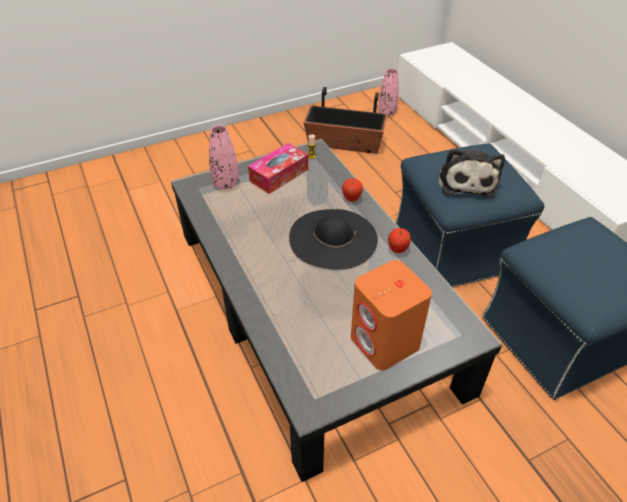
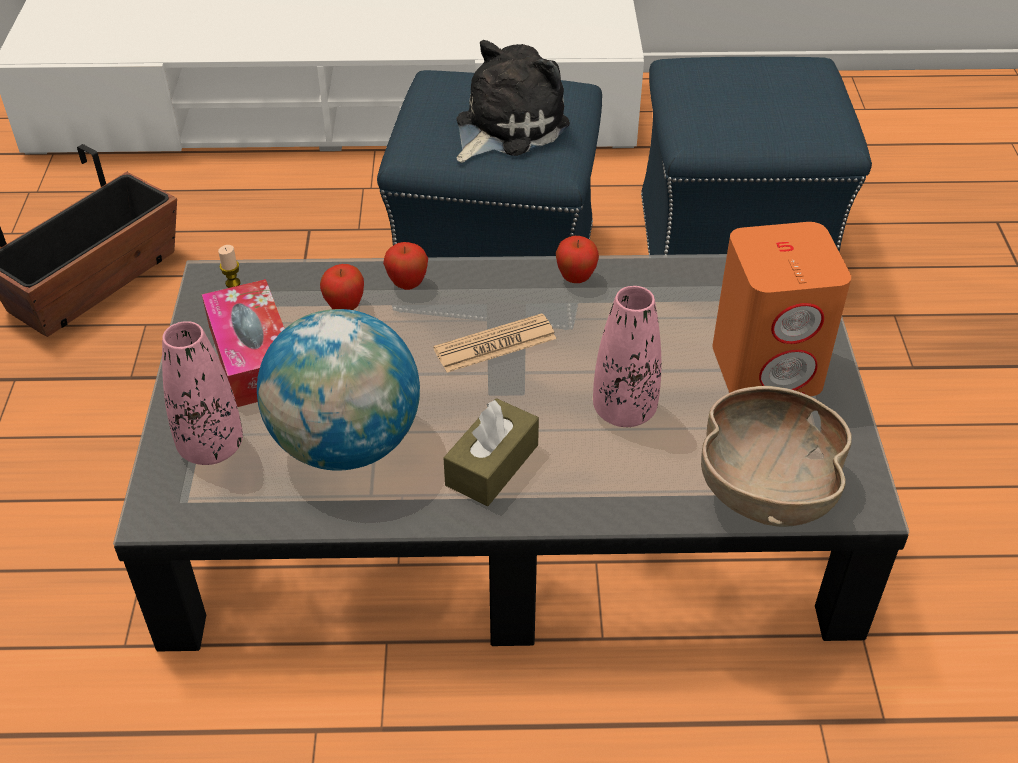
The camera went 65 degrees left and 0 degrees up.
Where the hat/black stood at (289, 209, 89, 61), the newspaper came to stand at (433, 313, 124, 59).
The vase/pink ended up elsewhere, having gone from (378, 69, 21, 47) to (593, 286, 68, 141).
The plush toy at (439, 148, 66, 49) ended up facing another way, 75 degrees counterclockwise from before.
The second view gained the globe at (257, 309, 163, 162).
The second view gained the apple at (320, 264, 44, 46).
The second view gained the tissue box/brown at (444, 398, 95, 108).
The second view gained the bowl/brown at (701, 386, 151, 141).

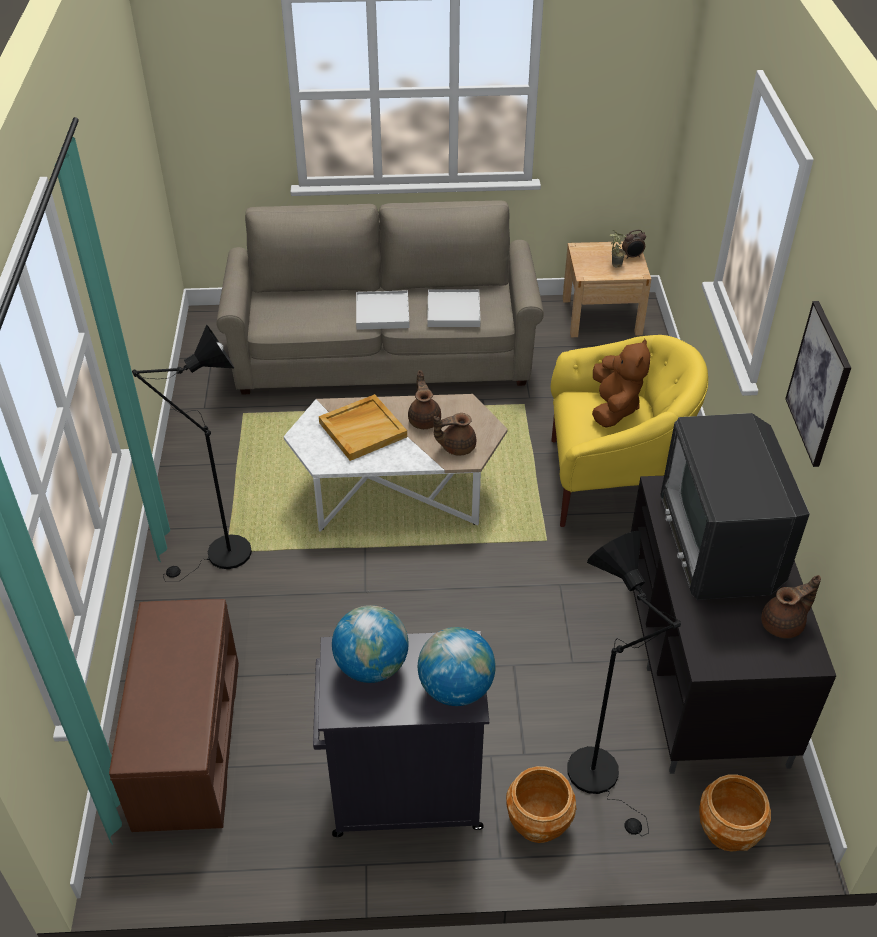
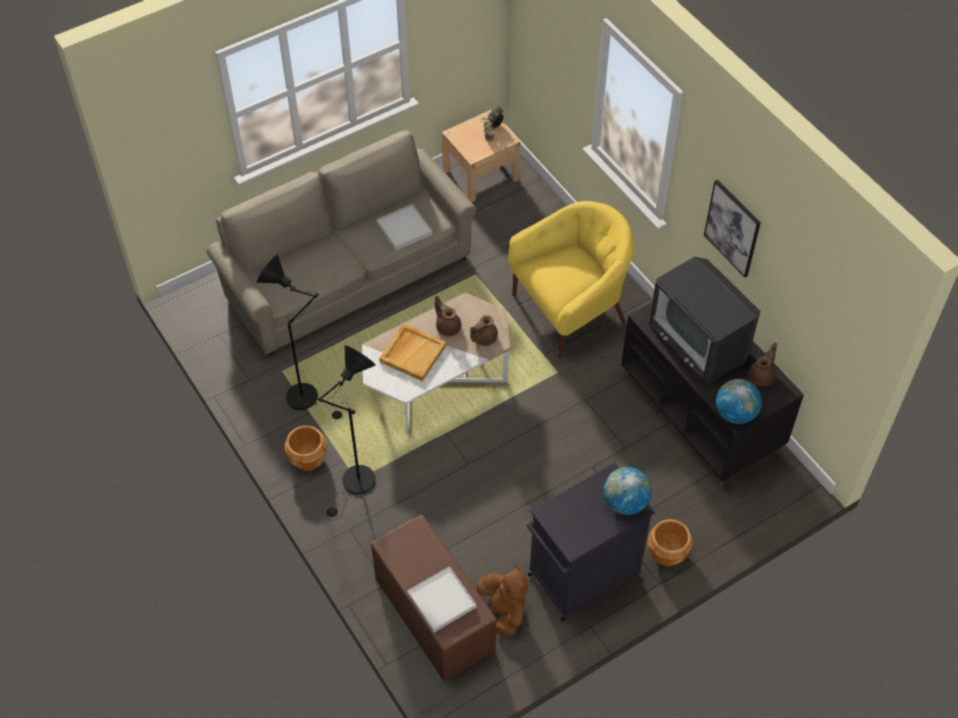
The camera went 30 degrees left and 10 degrees up.
The globe ended up elsewhere, having gone from (332, 605, 77, 78) to (716, 379, 46, 45).
The tray/white ended up elsewhere, having gone from (356, 290, 54, 40) to (407, 566, 69, 66).
The floor lamp/black ended up elsewhere, having gone from (567, 531, 114, 305) to (257, 255, 85, 164).
The plush toy/brown ended up elsewhere, having gone from (592, 339, 58, 89) to (477, 565, 51, 71).
The planter/brown ended up elsewhere, having gone from (699, 775, 72, 77) to (285, 425, 42, 46).

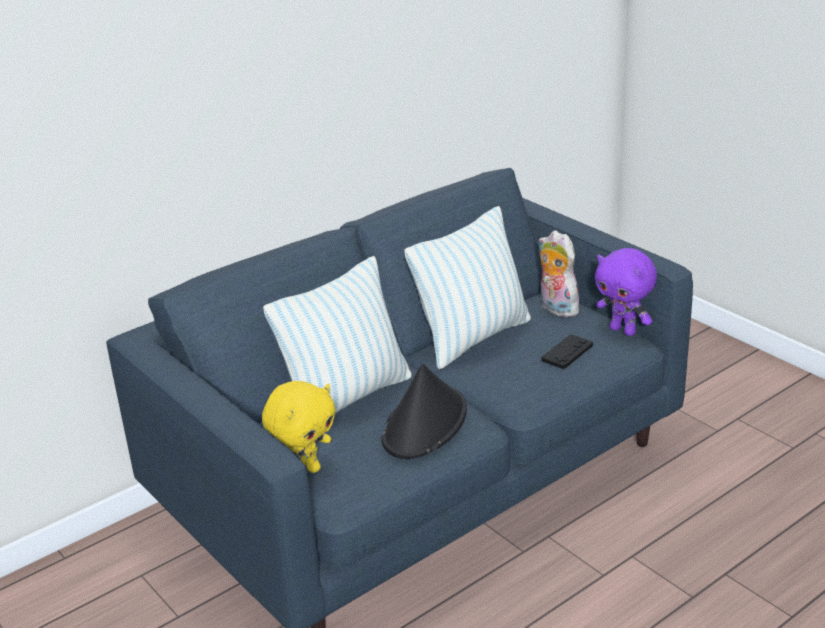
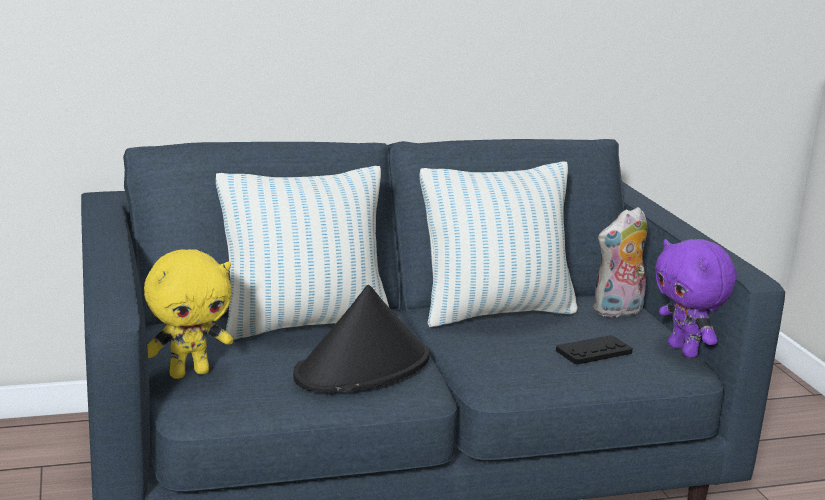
The camera went 20 degrees right and 10 degrees down.
The plush toy at (538, 230, 45, 87) ended up facing another way, 105 degrees counterclockwise from before.

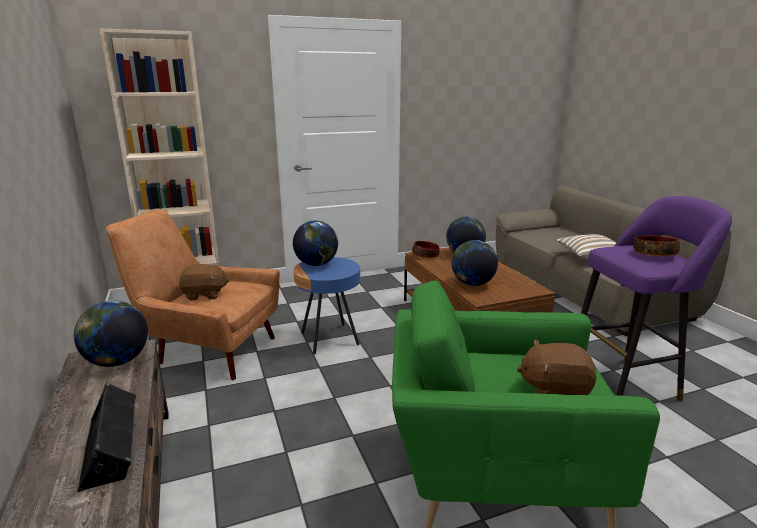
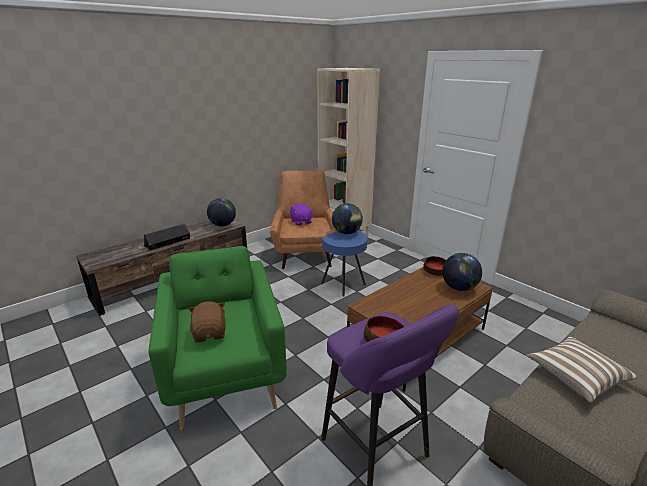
The camera went 70 degrees right and 5 degrees up.
What was the plush toy/brown at (179, 263, 51, 37) turned into the plush toy/purple at (290, 203, 23, 23).
The second view lost the globe at (452, 240, 46, 46).

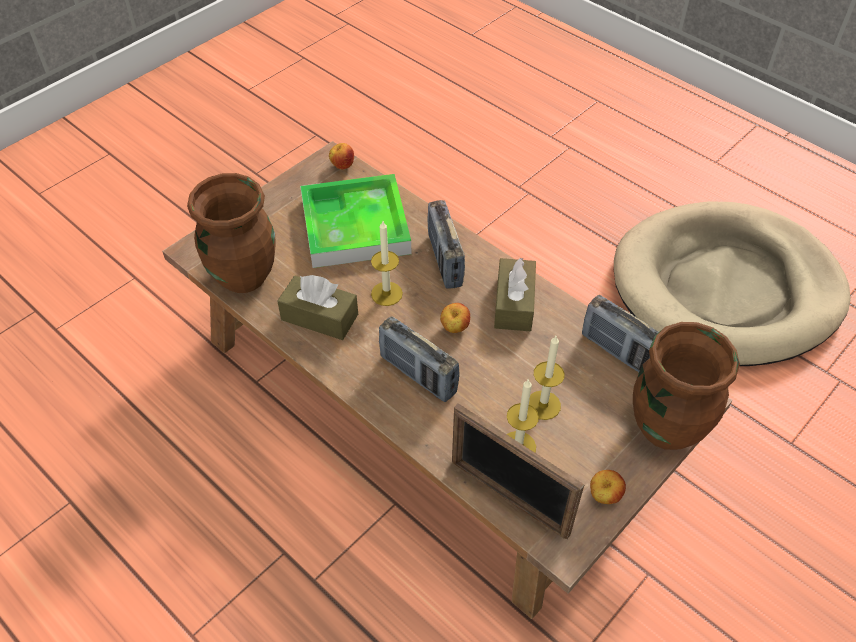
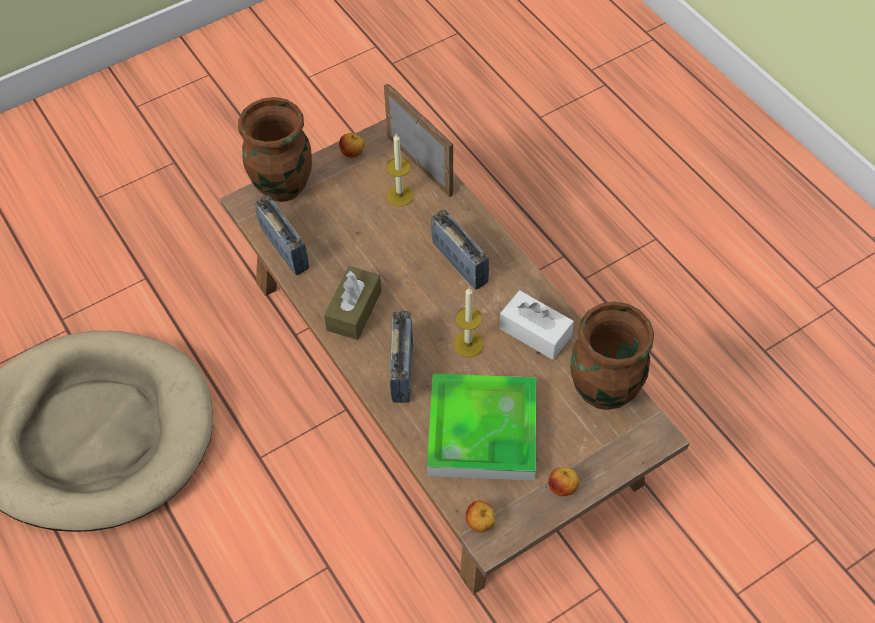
The camera went 165 degrees left and 5 degrees up.
What was the tissue box/brown at (277, 275, 81, 65) turned into the tissue box/white at (499, 290, 75, 70).
The apple ended up elsewhere, having gone from (440, 303, 30, 30) to (548, 467, 31, 29).
The second view lost the candle at (529, 336, 36, 84).

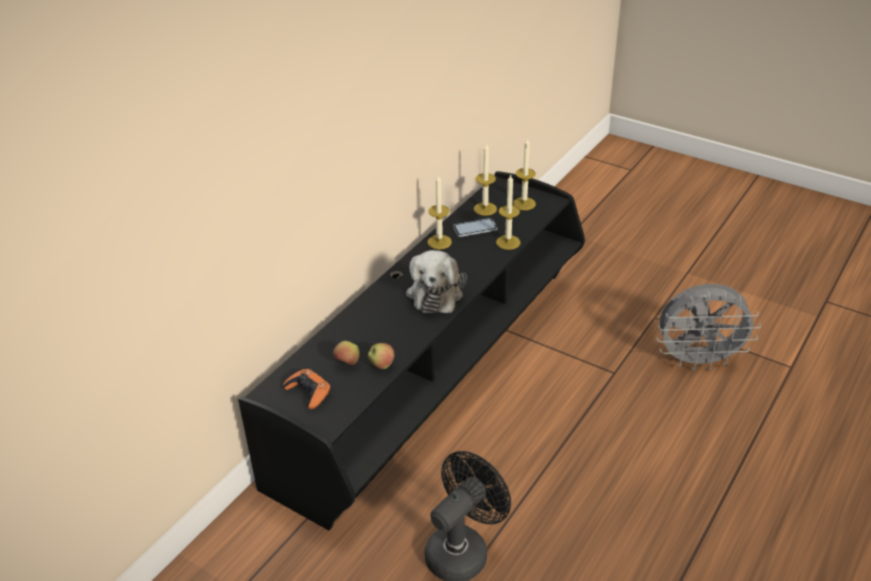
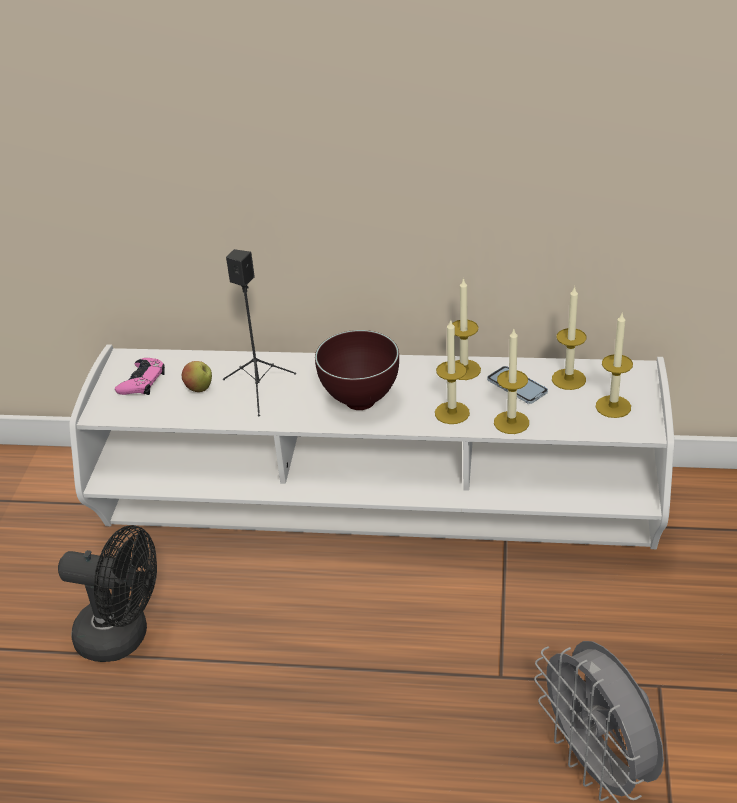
The camera went 65 degrees right and 0 degrees up.
What was the tv stand/black at (238, 171, 347, 359) turned into the tv stand/white at (69, 344, 605, 205).
What was the game controller/orange at (283, 369, 48, 40) turned into the game controller/pink at (115, 358, 50, 37).
The second view lost the apple at (368, 343, 27, 26).
Where the plush toy stood at (406, 250, 61, 63), the bowl/brown came to stand at (315, 330, 84, 80).
The second view gained the speaker/black at (223, 249, 73, 167).
The second view gained the candle at (435, 319, 35, 105).

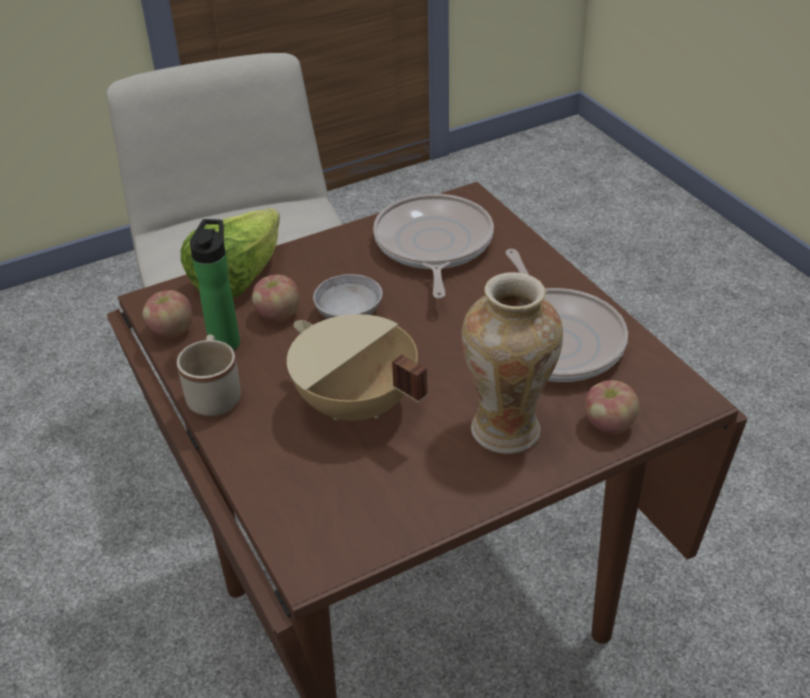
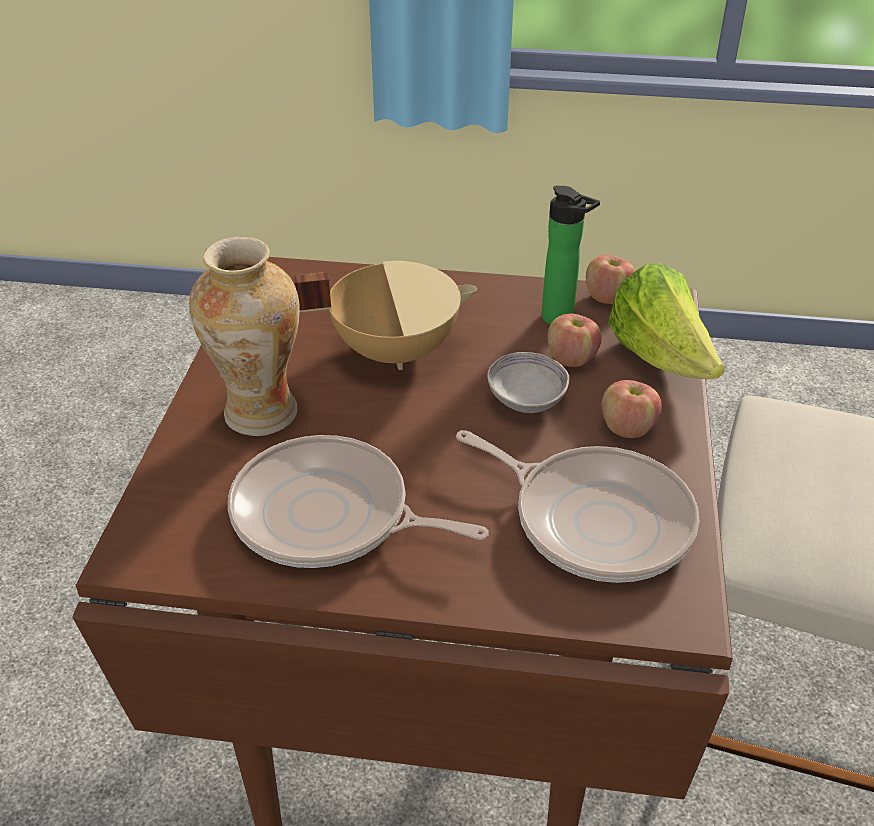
The camera went 125 degrees right and 0 degrees up.
The second view lost the mug/beige at (177, 335, 64, 81).
The apple ended up elsewhere, having gone from (585, 380, 55, 54) to (601, 380, 61, 58).

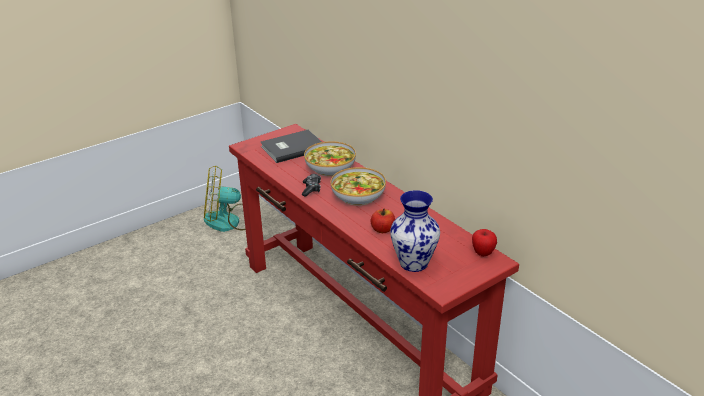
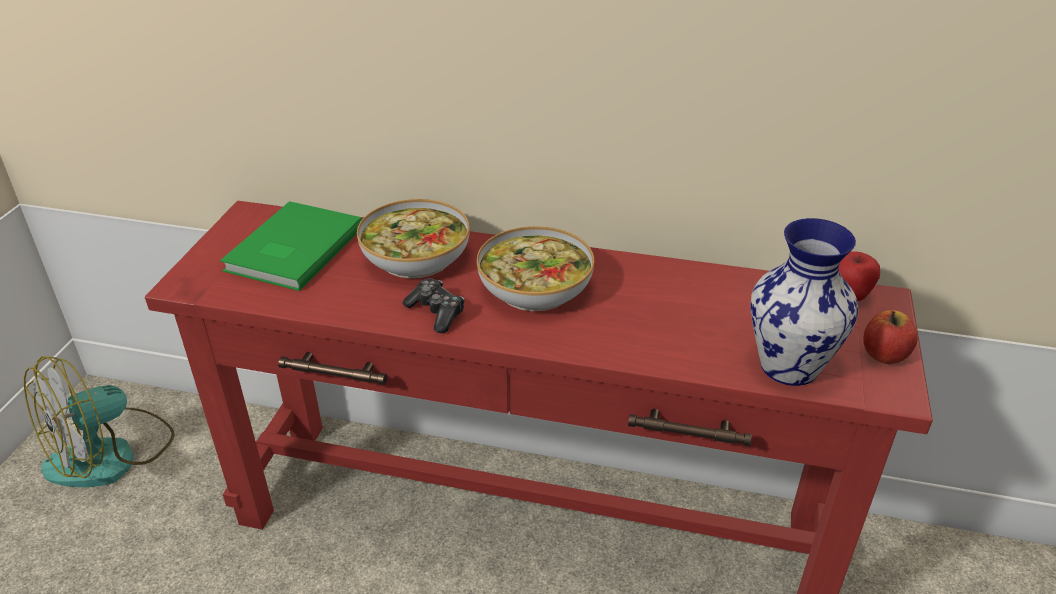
The camera went 40 degrees left and 5 degrees up.
What was the book/grey at (261, 130, 61, 33) turned into the book/green at (220, 201, 142, 90).
The apple ended up elsewhere, having gone from (371, 209, 24, 24) to (863, 310, 55, 54).

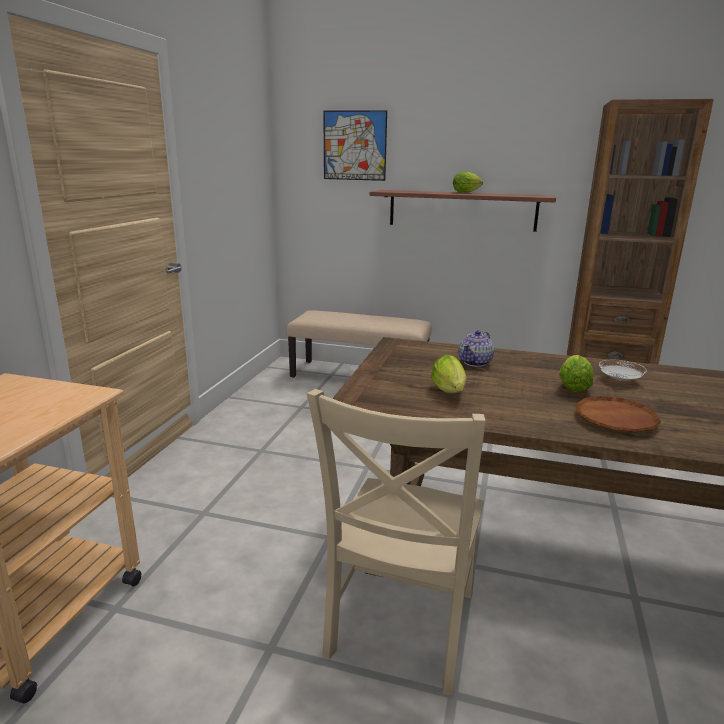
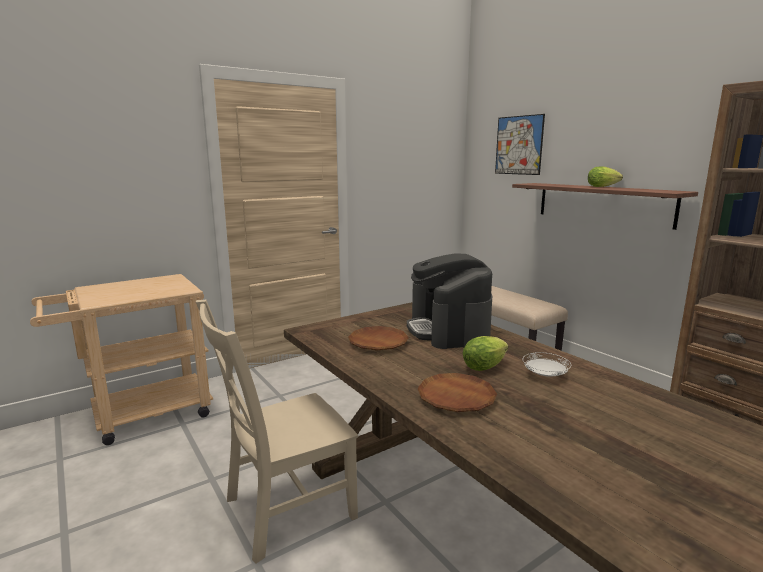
The camera went 40 degrees right and 5 degrees down.
Where the lettuce stood at (431, 355, 36, 38), the plate/brown came to stand at (348, 326, 61, 24).
Where the teapot stood at (459, 330, 35, 37), the coffee machine came to stand at (407, 253, 86, 96).

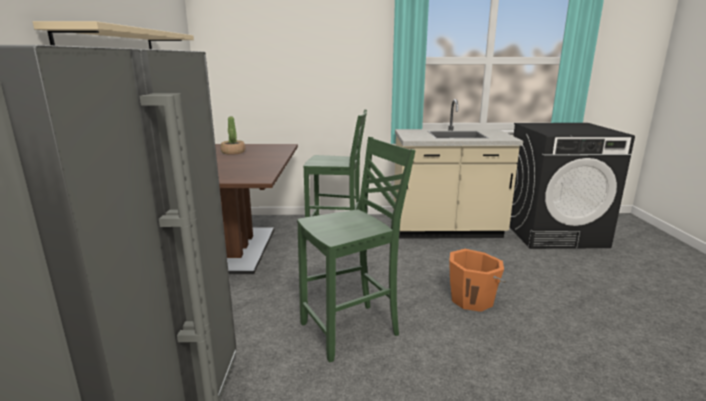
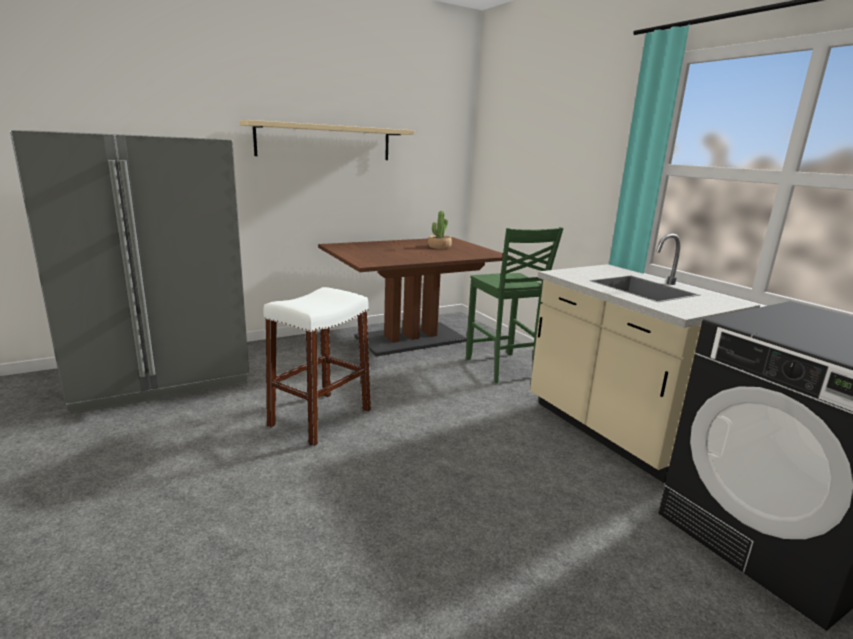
The camera went 60 degrees right and 0 degrees up.
Where the chair/green stood at (297, 137, 119, 226), the stool/white came to stand at (263, 287, 108, 159).
The second view lost the bucket/orange at (449, 249, 57, 63).

